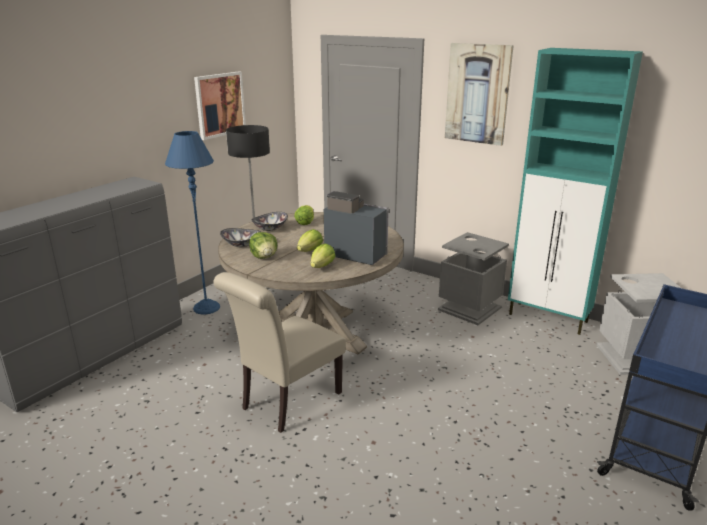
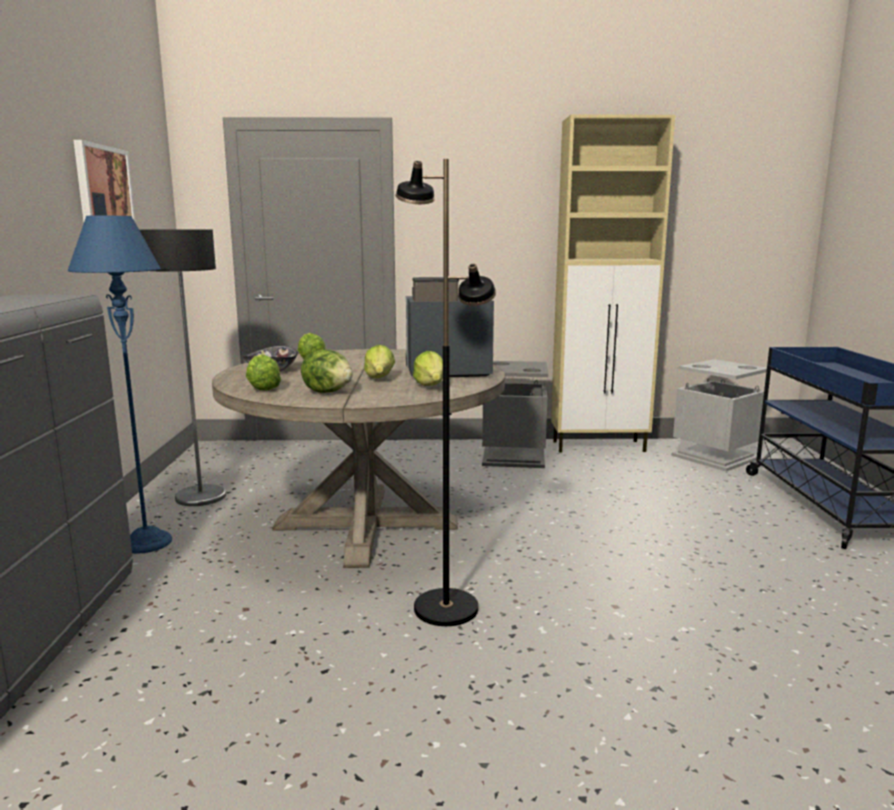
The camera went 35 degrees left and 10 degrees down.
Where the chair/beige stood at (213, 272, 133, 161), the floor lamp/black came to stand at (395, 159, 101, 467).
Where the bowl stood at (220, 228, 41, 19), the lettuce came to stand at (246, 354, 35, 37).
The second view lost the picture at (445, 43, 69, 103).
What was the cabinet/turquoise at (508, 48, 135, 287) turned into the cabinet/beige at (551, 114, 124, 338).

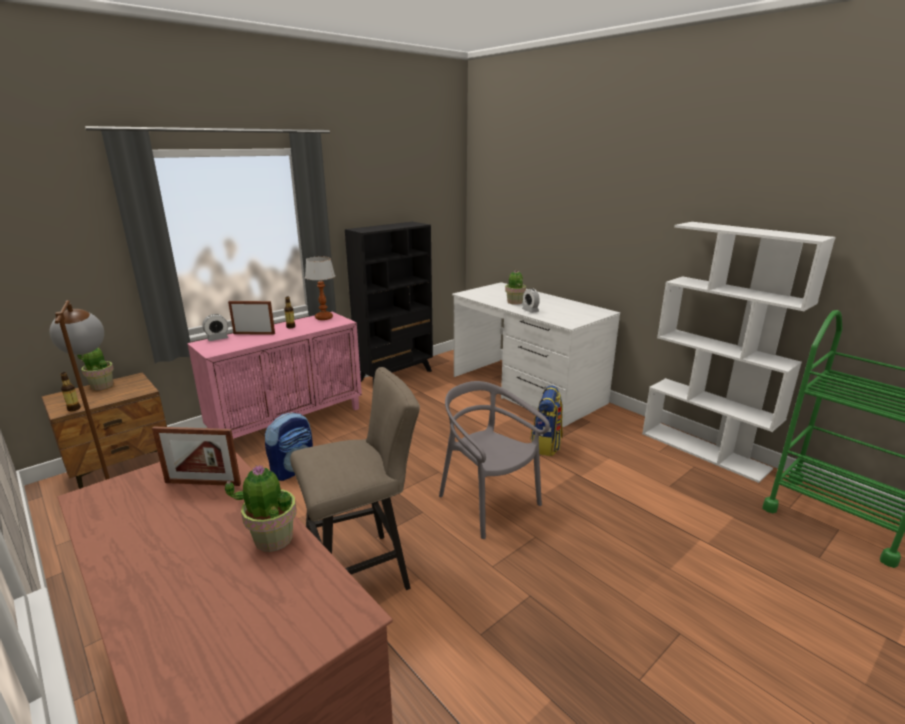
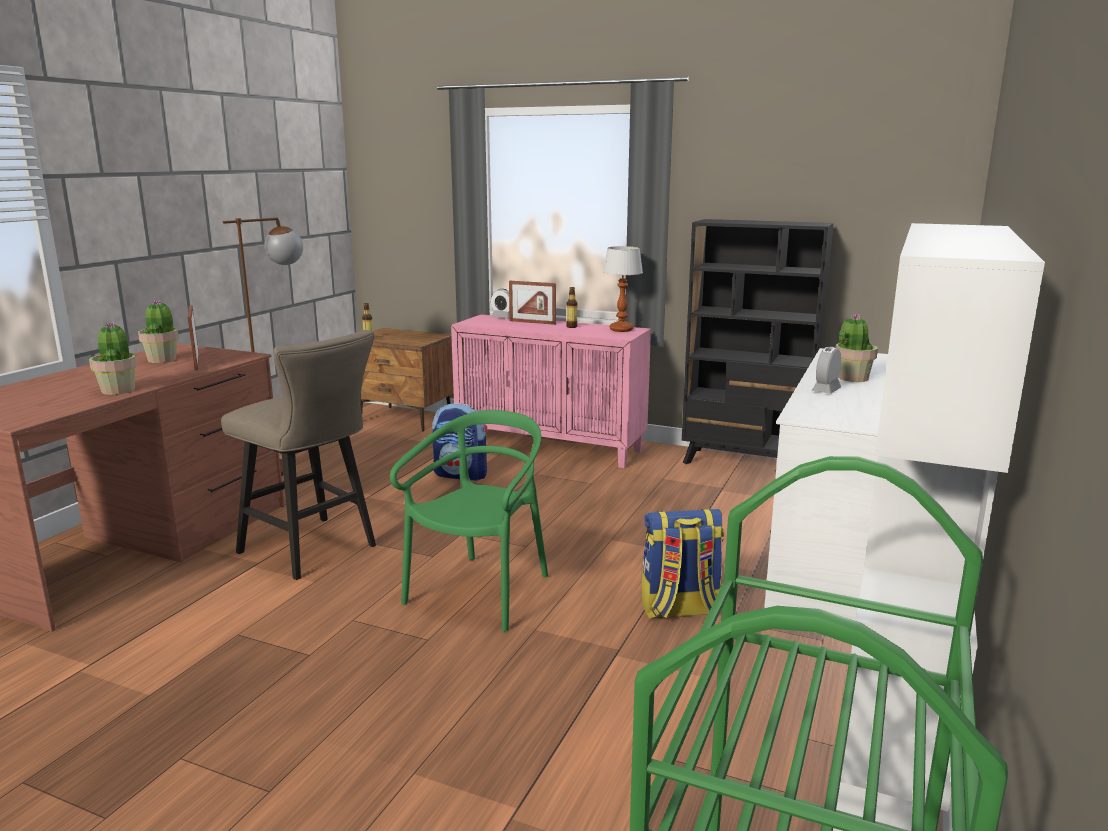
The camera went 65 degrees right and 5 degrees down.
The potted plant ended up elsewhere, having gone from (77, 348, 37, 42) to (138, 300, 41, 63).
The picture frame at (228, 301, 47, 34) ended up facing another way, 135 degrees clockwise from before.
What was the chair/grey at (439, 381, 111, 158) turned into the chair/green at (390, 410, 158, 222).

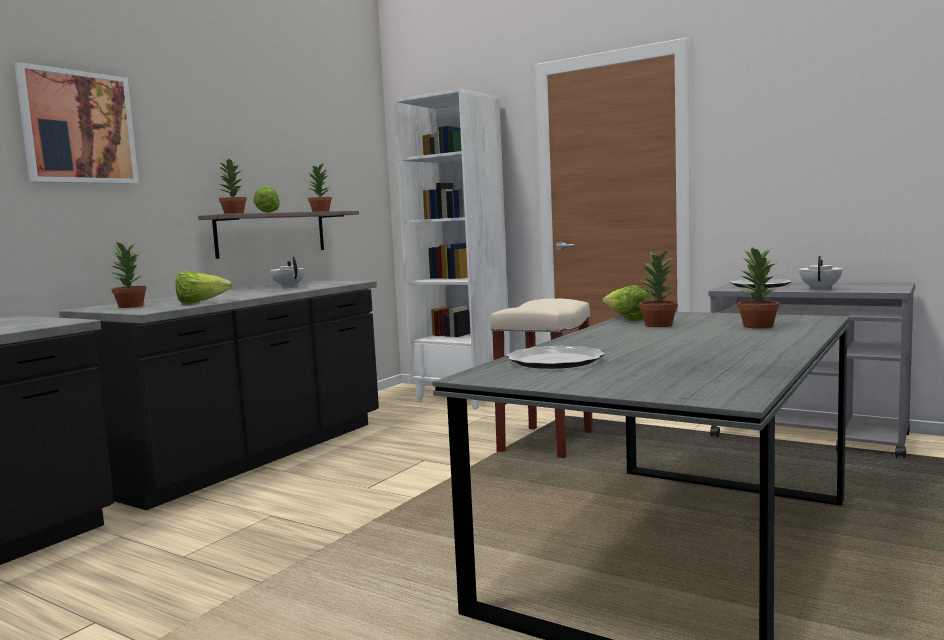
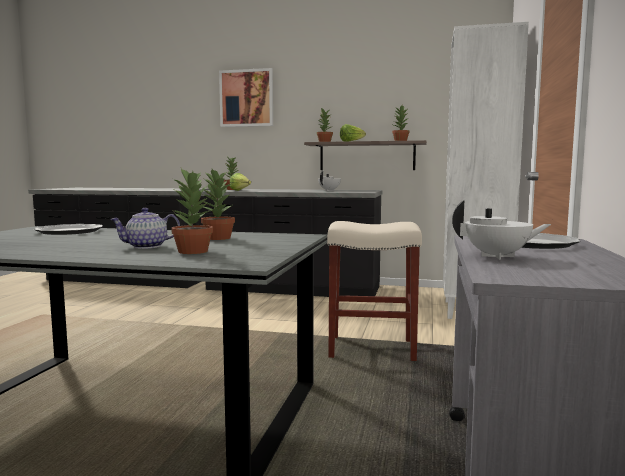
The camera went 70 degrees right and 0 degrees up.
The second view lost the lettuce at (602, 285, 48, 36).
The second view gained the teapot at (110, 208, 70, 41).

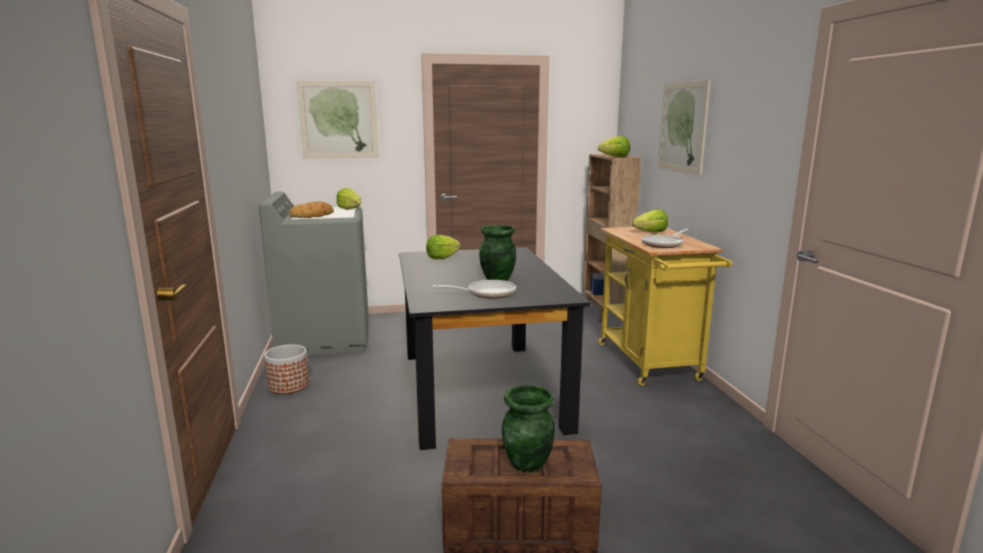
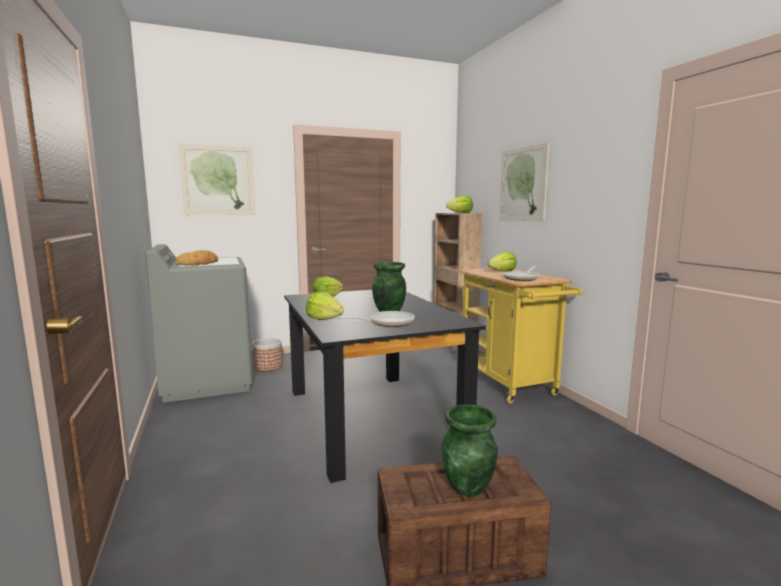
The camera went 10 degrees left and 5 degrees down.
The planter ended up elsewhere, having gone from (264, 345, 45, 49) to (252, 338, 31, 33).
The lettuce ended up elsewhere, having gone from (337, 188, 24, 22) to (306, 292, 38, 28).

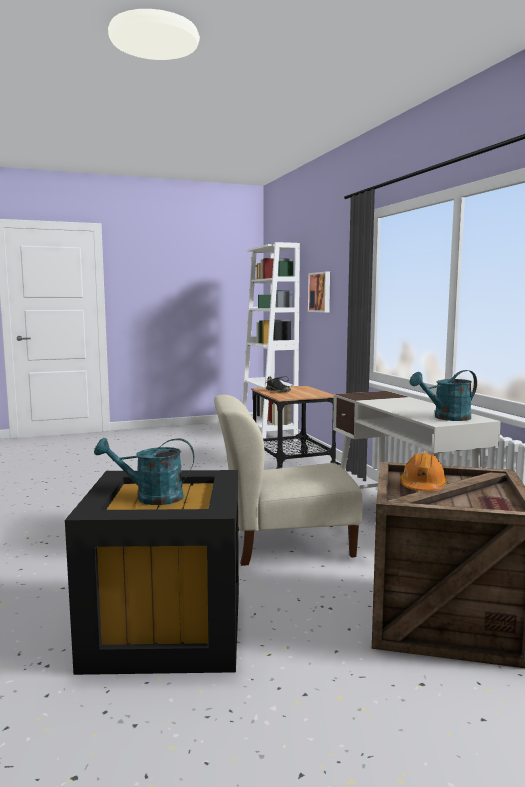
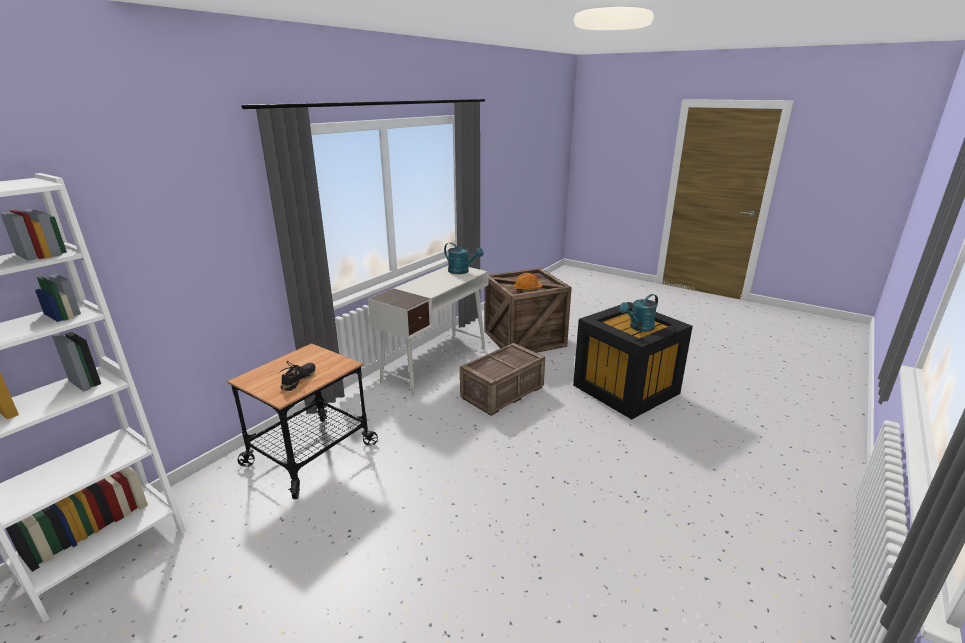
The camera went 125 degrees left and 15 degrees up.
The watering can/turquoise at (94, 438, 100, 67) ended up facing another way, 90 degrees clockwise from before.
Where the chair/beige stood at (214, 395, 148, 171), the crate came to stand at (460, 343, 85, 73).
The second view lost the picture at (308, 272, 22, 41).

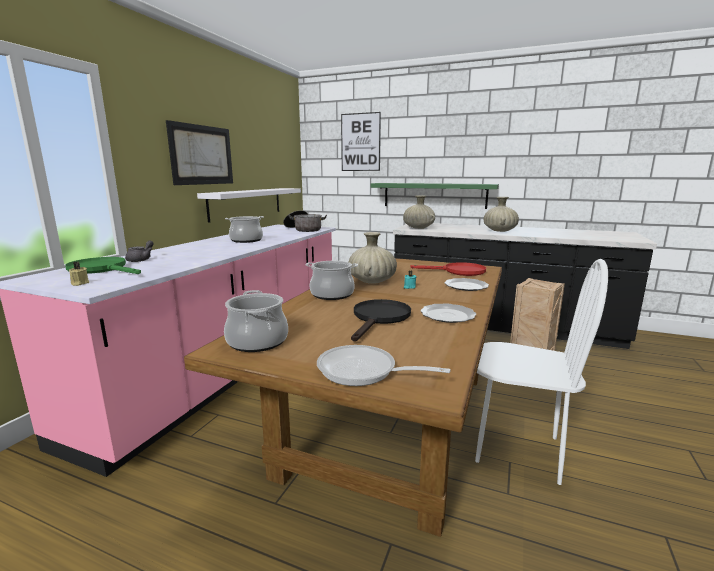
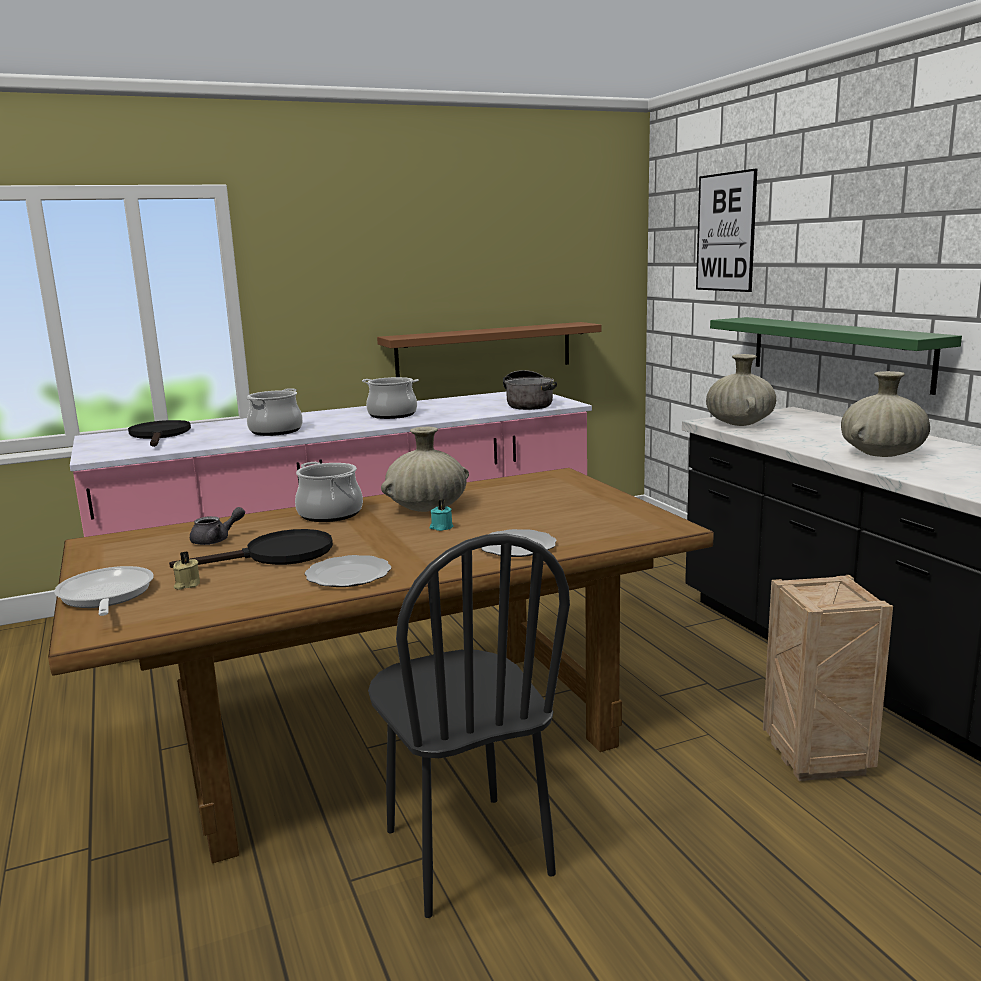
The camera went 45 degrees right and 0 degrees up.
What was the frying pan/green at (65, 257, 76, 17) turned into the frying pan/black at (128, 420, 63, 27).
The candle/beige ended up elsewhere, having gone from (69, 262, 20, 24) to (173, 551, 27, 39).
The teapot/grey ended up elsewhere, having gone from (125, 240, 29, 22) to (190, 507, 55, 38).
The second view lost the picture at (166, 120, 67, 65).
What was the shelf/white at (197, 188, 104, 35) turned into the shelf/brown at (377, 322, 224, 55).
The cooking pot ended up elsewhere, having gone from (224, 290, 64, 62) to (246, 388, 57, 48).
The second view lost the frying pan/red at (411, 262, 75, 14).
What was the chair/white at (475, 259, 133, 226) turned into the chair/black at (368, 533, 202, 385).

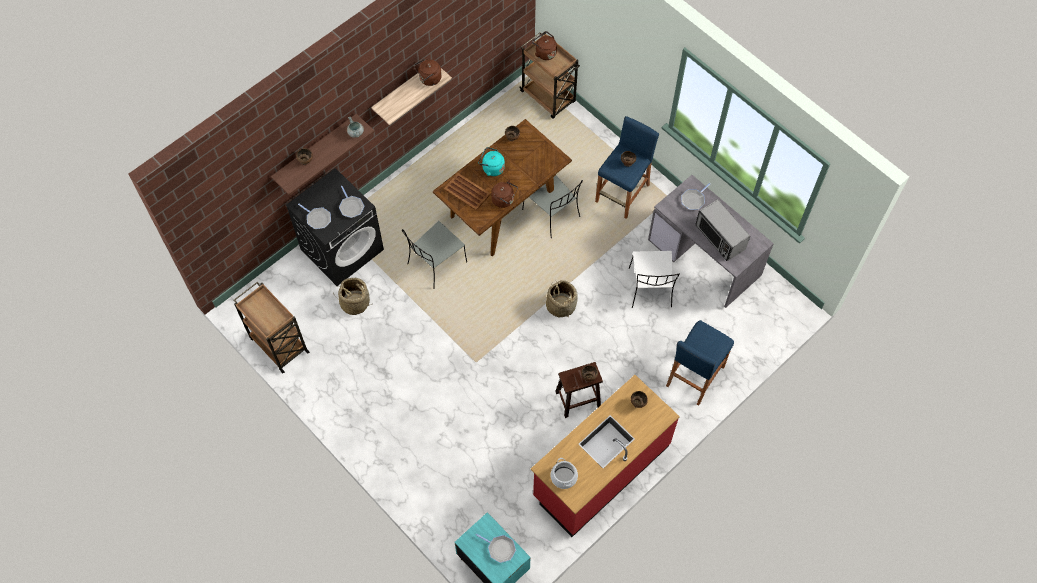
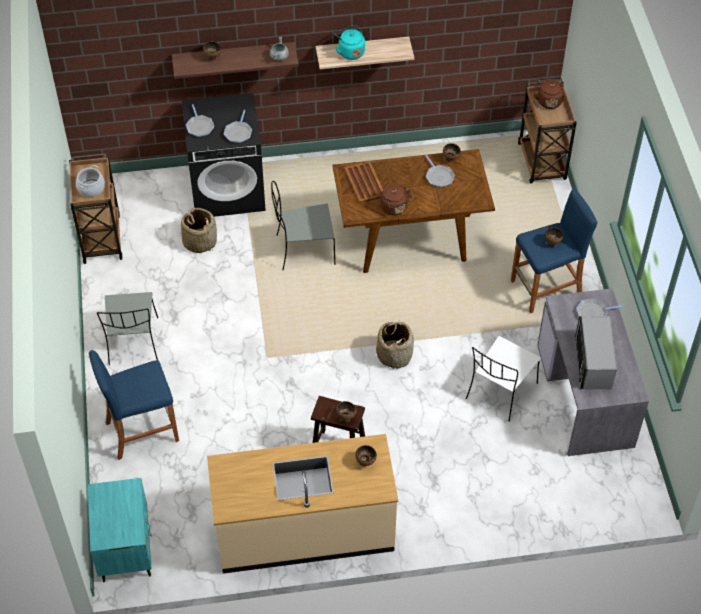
The camera went 35 degrees right and 10 degrees down.
The second view lost the kettle/brown at (414, 59, 28, 27).
The frying pan ended up elsewhere, having gone from (476, 533, 40, 30) to (425, 155, 30, 33).
The kettle/turquoise ended up elsewhere, having gone from (478, 147, 27, 29) to (334, 25, 31, 35).
The chair/grey ended up elsewhere, having gone from (522, 175, 61, 63) to (97, 292, 61, 73).
What was the counter/red at (531, 375, 149, 162) turned into the counter/beige at (207, 434, 191, 140).
The cooking pot ended up elsewhere, having gone from (551, 458, 27, 31) to (76, 165, 29, 32).
The stool/blue ended up elsewhere, having gone from (666, 320, 68, 85) to (89, 350, 90, 110).

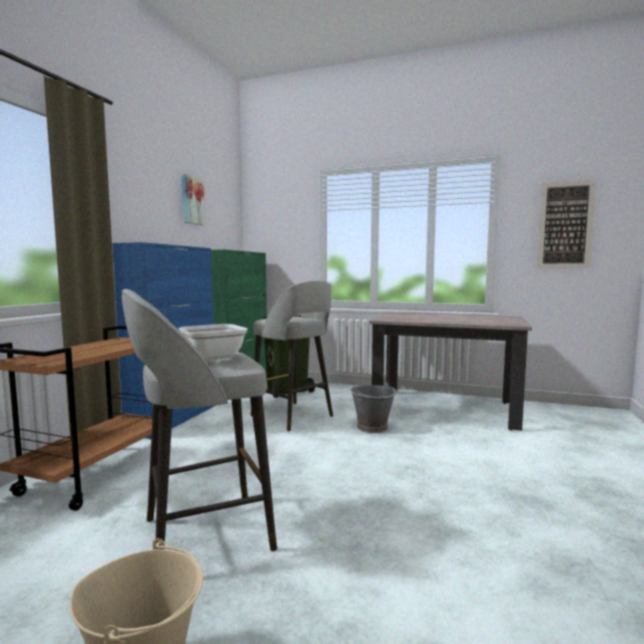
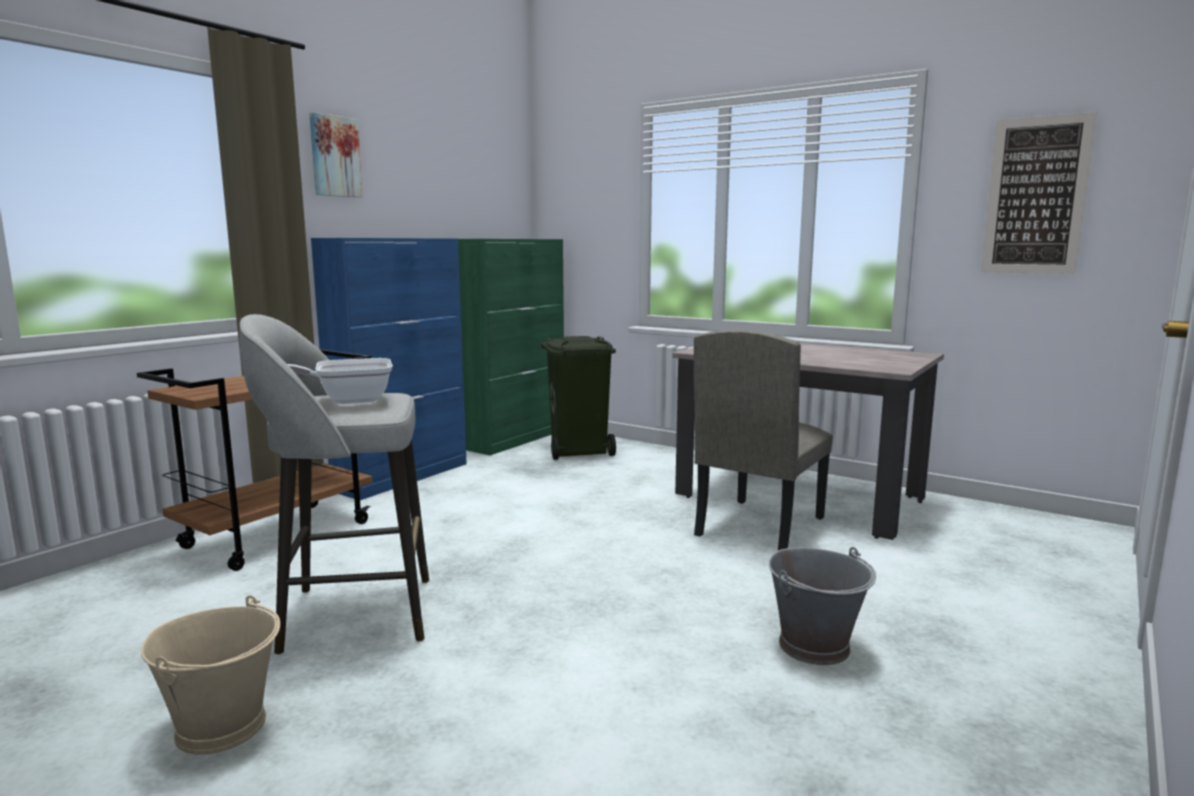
The camera went 15 degrees right and 5 degrees up.
The picture ended up elsewhere, having gone from (181, 174, 24, 52) to (309, 112, 54, 86).
The second view lost the stool/grey at (251, 280, 82, 151).
The bucket/grey ended up elsewhere, having gone from (351, 382, 46, 51) to (769, 547, 107, 118).
The second view gained the chair/beige at (694, 330, 139, 220).

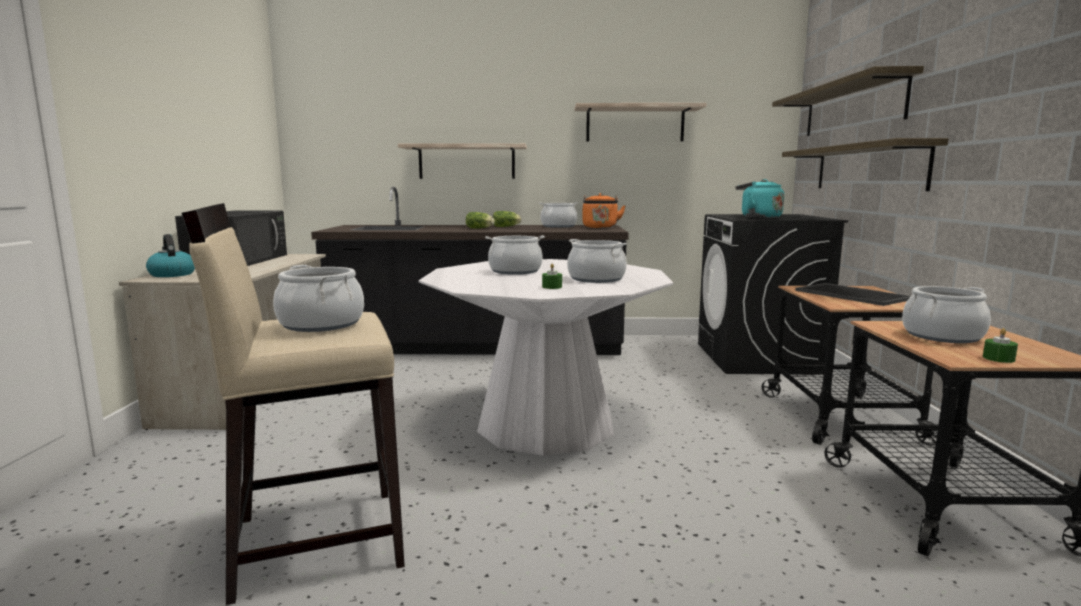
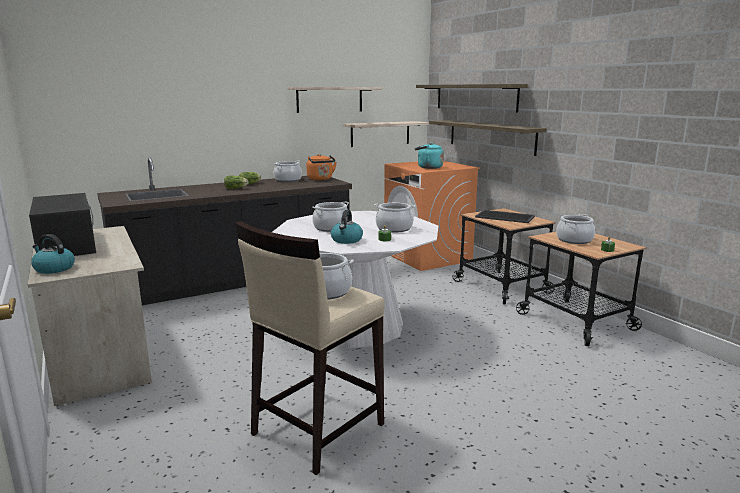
The camera went 30 degrees left and 5 degrees up.
The shelf ended up elsewhere, having gone from (398, 143, 129, 36) to (343, 121, 87, 26).
What was the washing machine/black at (698, 214, 150, 160) turned into the washing machine/orange at (384, 161, 96, 110).
The second view gained the kettle at (331, 210, 32, 34).

